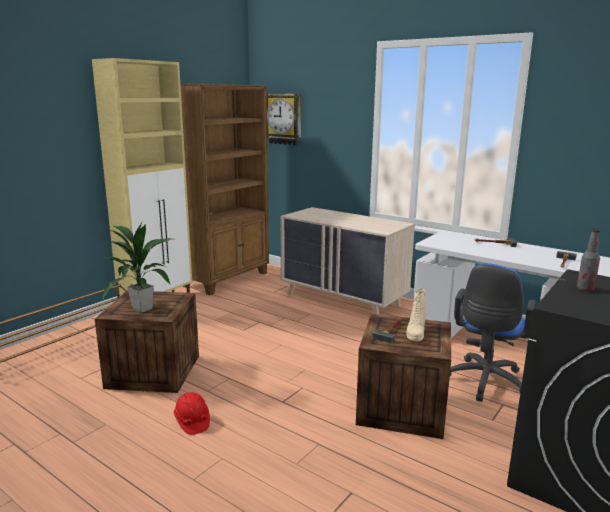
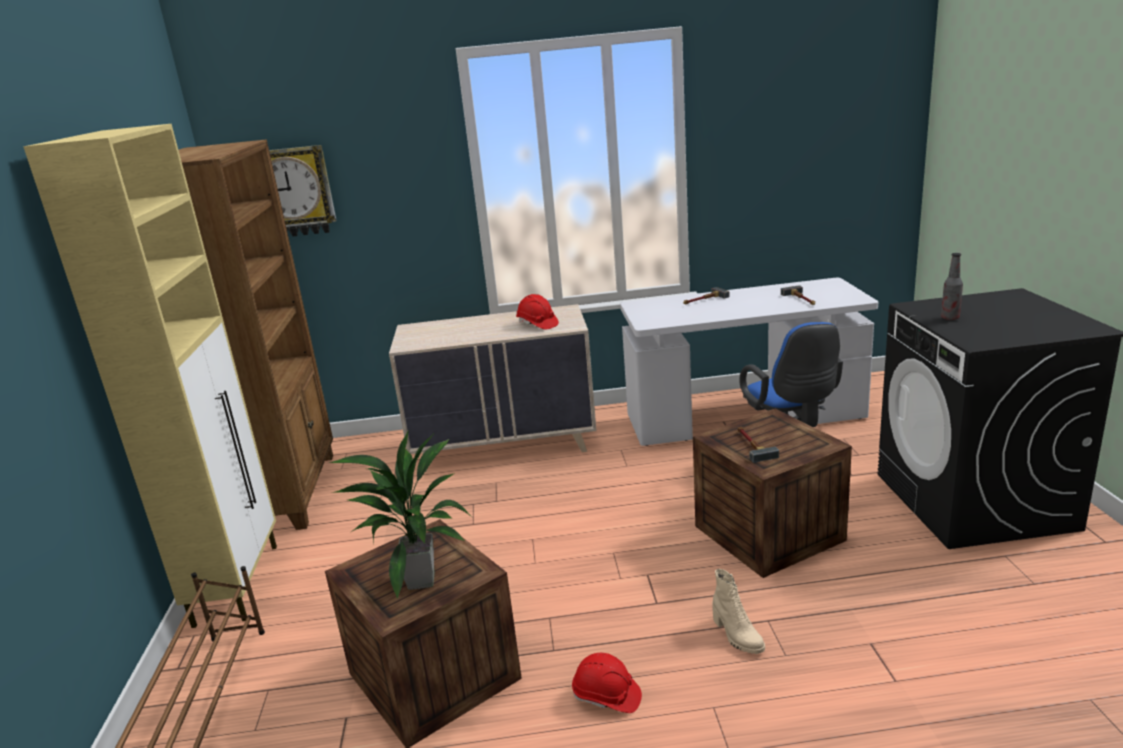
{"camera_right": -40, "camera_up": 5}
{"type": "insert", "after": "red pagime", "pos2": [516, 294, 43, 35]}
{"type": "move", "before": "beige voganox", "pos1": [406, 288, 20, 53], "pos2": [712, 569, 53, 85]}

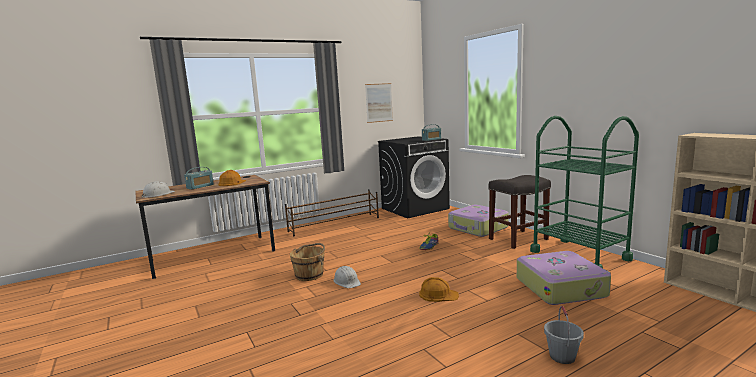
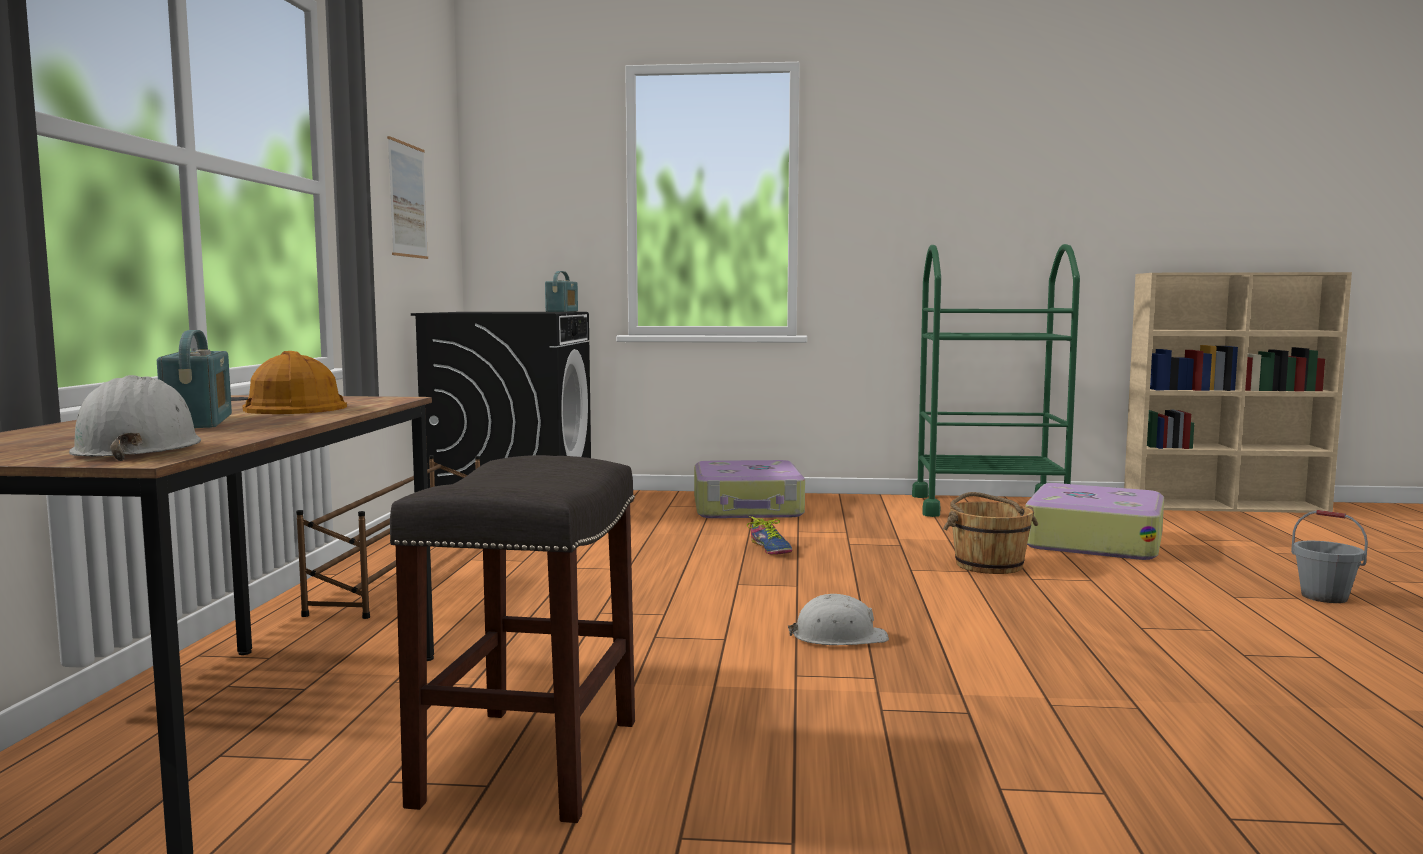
{"camera_right": -55, "camera_up": -5}
{"type": "move", "before": "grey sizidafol", "pos1": [488, 175, 63, 74], "pos2": [390, 455, 245, 368]}
{"type": "move", "before": "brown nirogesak", "pos1": [290, 243, 35, 38], "pos2": [943, 492, 96, 82]}
{"type": "delete", "before": "orange pagime", "pos1": [419, 277, 40, 25]}

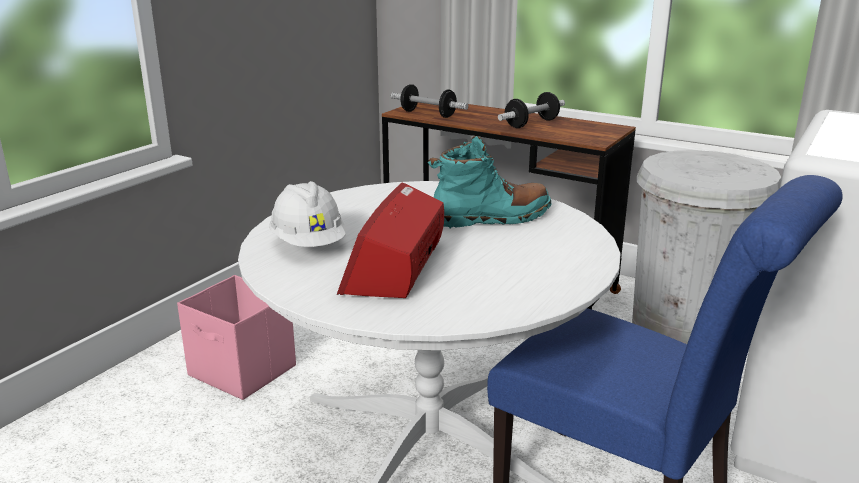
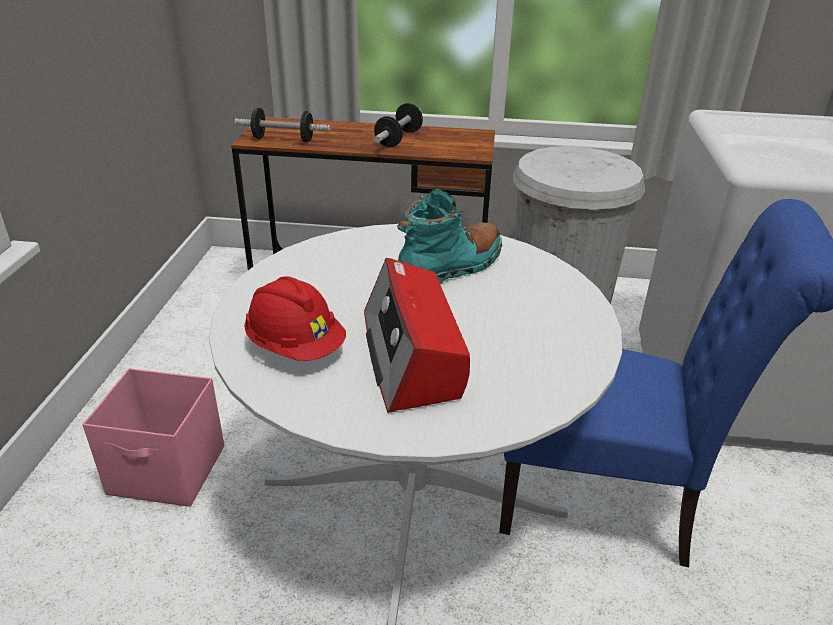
{"camera_right": -25, "camera_up": 10}
{"type": "recolor", "before": "white pagime", "after": "red pagime", "pos1": [269, 181, 77, 66], "pos2": [244, 277, 102, 84]}

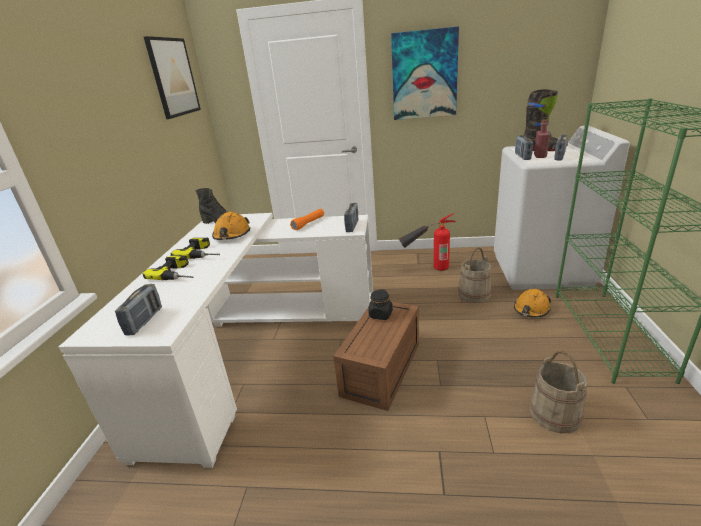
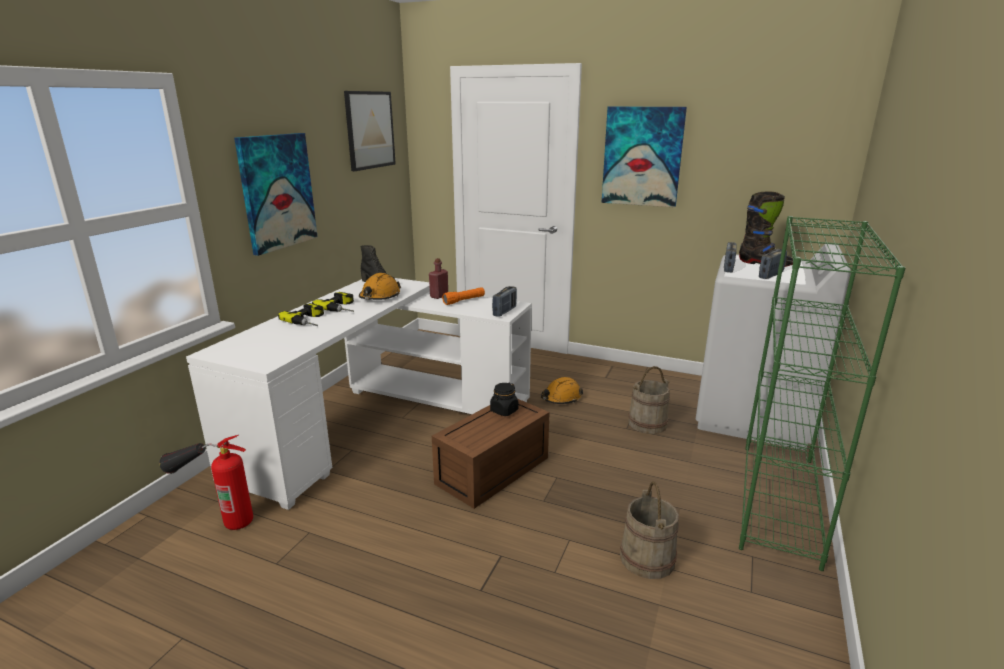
{"camera_right": 15, "camera_up": -5}
{"type": "move", "before": "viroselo", "pos1": [399, 213, 57, 58], "pos2": [159, 435, 94, 95]}
{"type": "insert", "after": "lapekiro", "pos2": [234, 133, 84, 123]}
{"type": "move", "before": "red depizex", "pos1": [534, 119, 16, 39], "pos2": [429, 258, 19, 41]}
{"type": "move", "before": "orange pagime", "pos1": [514, 289, 37, 29], "pos2": [541, 377, 42, 27]}
{"type": "delete", "before": "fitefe", "pos1": [115, 284, 47, 51]}

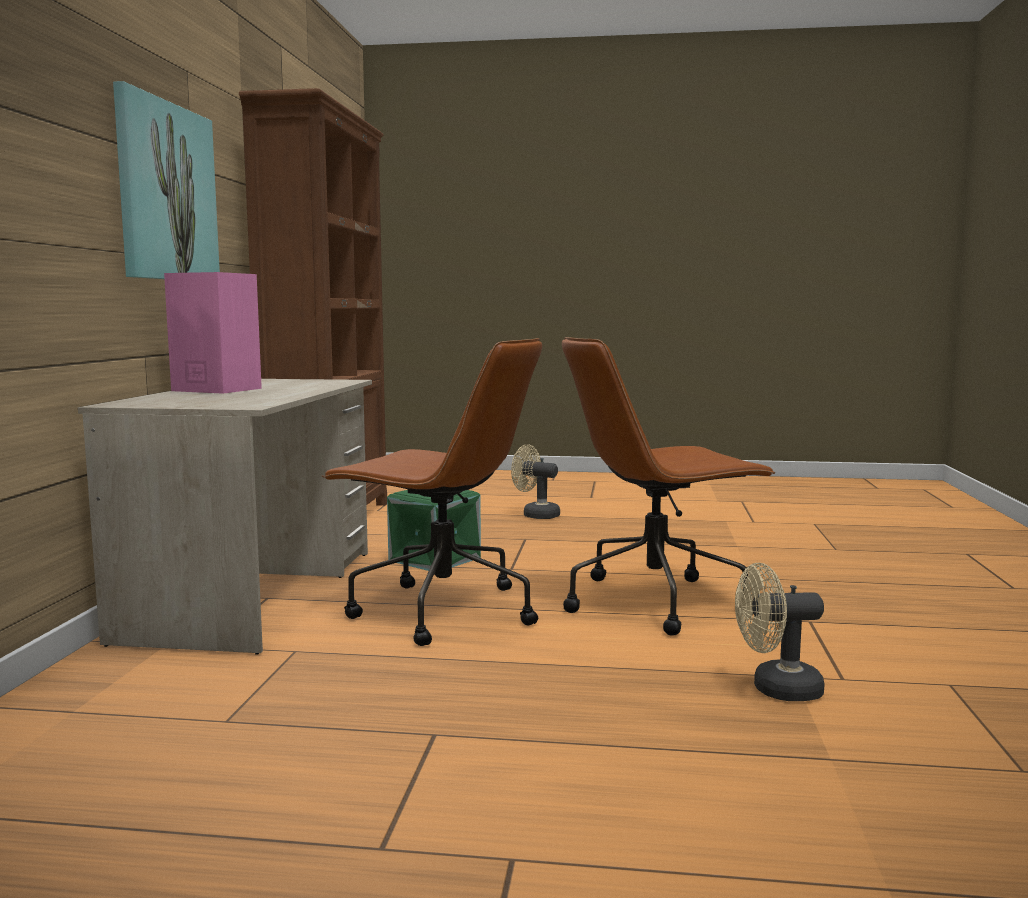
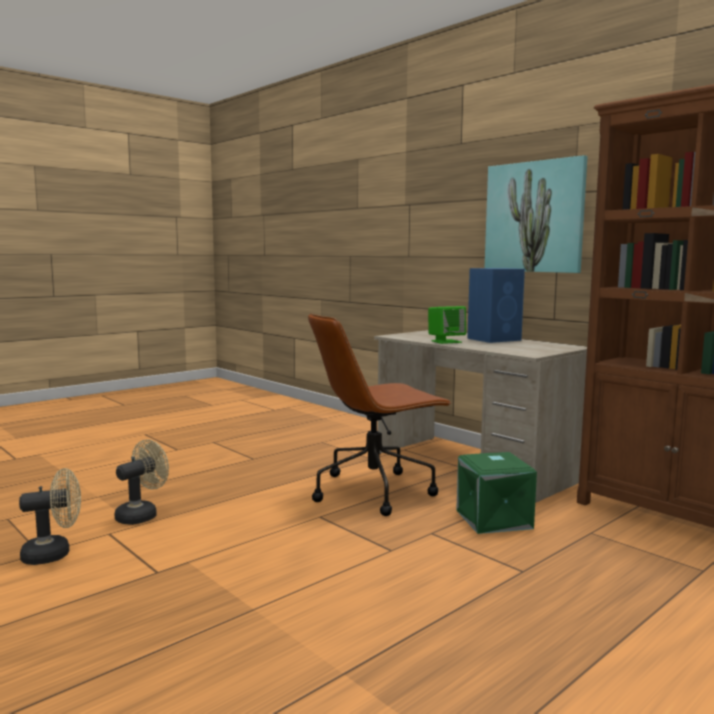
{"camera_right": 130, "camera_up": 0}
{"type": "move", "before": "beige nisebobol", "pos1": [511, 444, 49, 75], "pos2": [19, 468, 62, 97]}
{"type": "insert", "after": "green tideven", "pos2": [428, 306, 38, 38]}
{"type": "recolor", "before": "pink tideven", "after": "blue tideven", "pos1": [164, 272, 98, 122], "pos2": [467, 268, 58, 75]}
{"type": "delete", "before": "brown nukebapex", "pos1": [562, 337, 214, 299]}

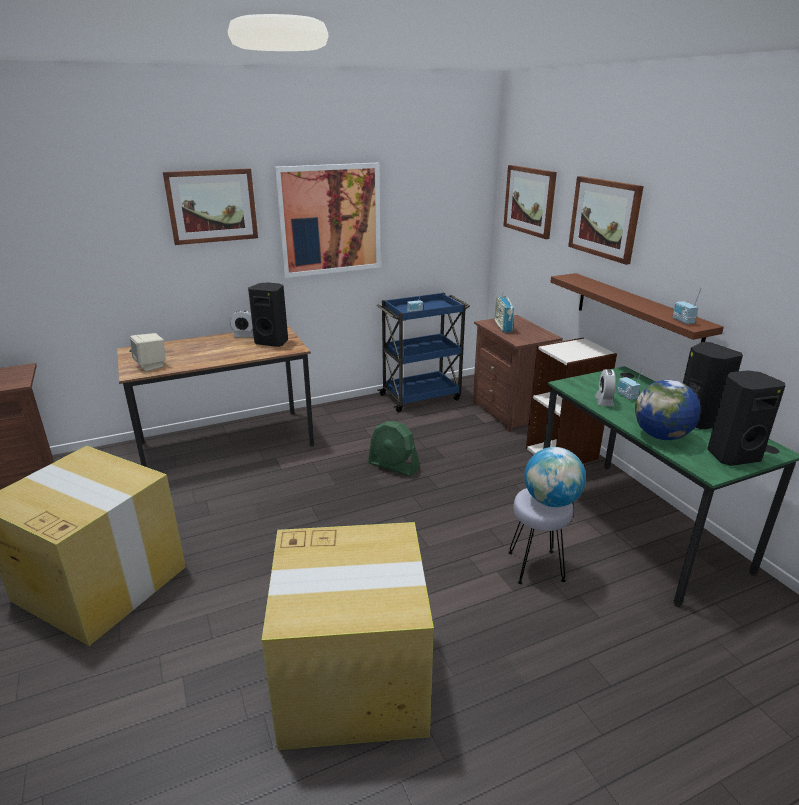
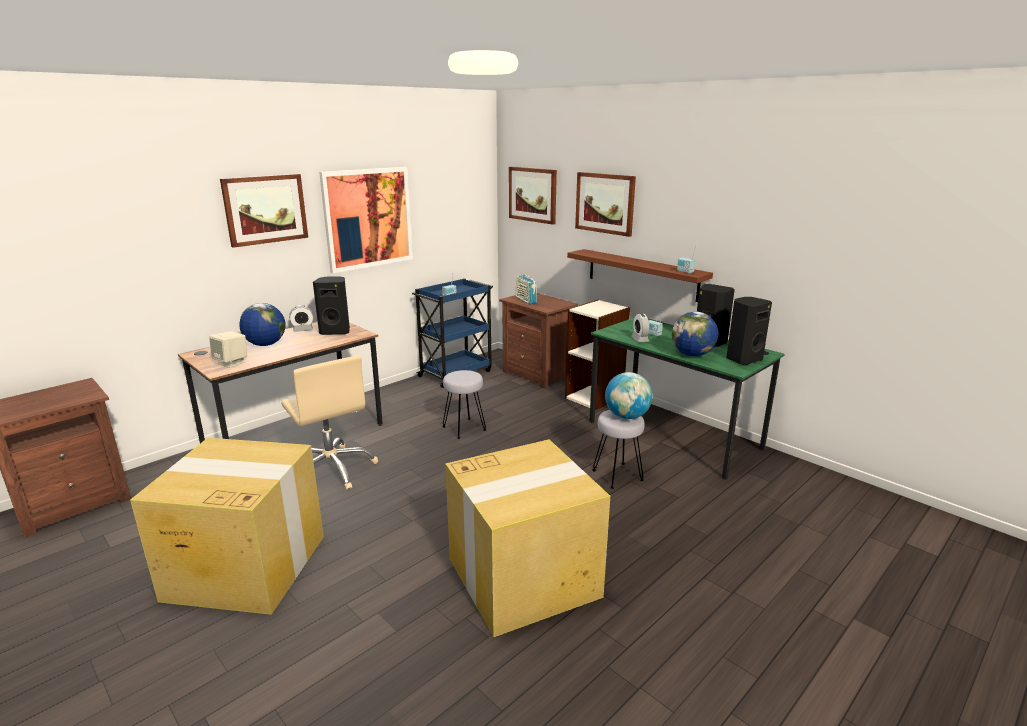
{"camera_right": -20, "camera_up": -5}
{"type": "insert", "after": "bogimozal", "pos2": [239, 303, 47, 43]}
{"type": "insert", "after": "beige nukebapex", "pos2": [281, 356, 97, 134]}
{"type": "replace", "before": "green nisebobol", "after": "grey sizidafol", "pos1": [368, 421, 52, 56], "pos2": [442, 370, 44, 69]}

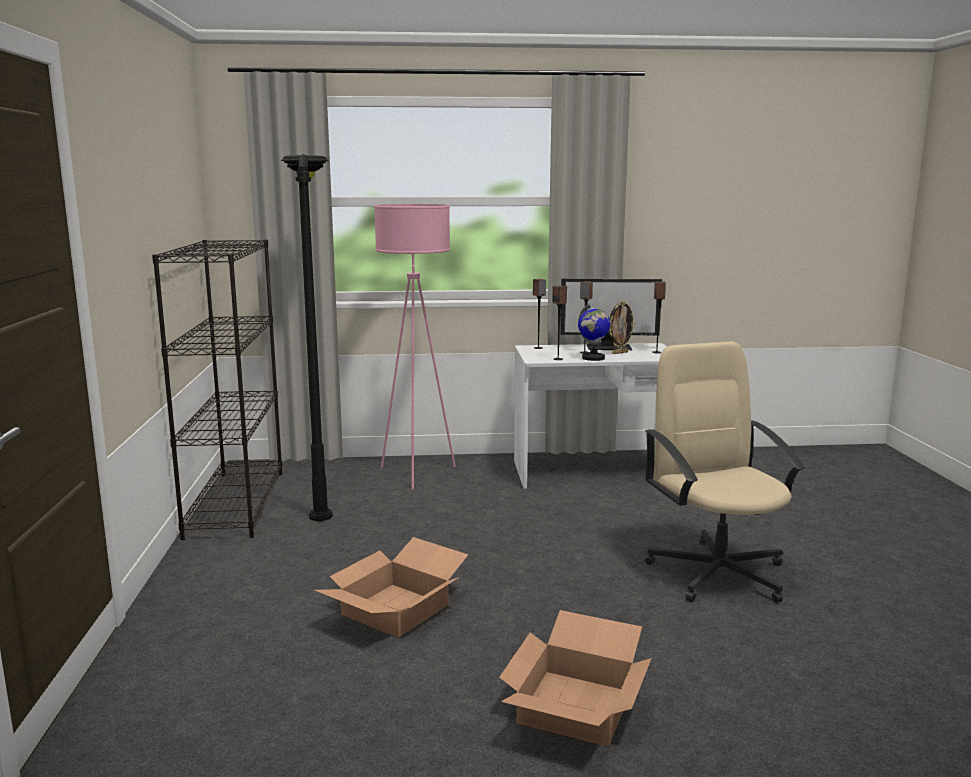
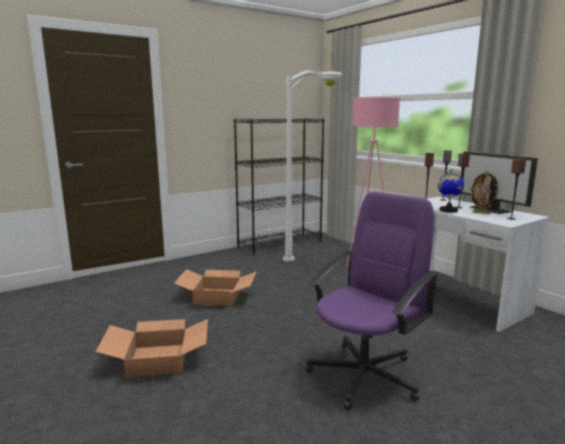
{"camera_right": 60, "camera_up": 0}
{"type": "recolor", "before": "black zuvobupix", "after": "white zuvobupix", "pos1": [281, 154, 52, 367], "pos2": [283, 70, 59, 192]}
{"type": "recolor", "before": "beige nukebapex", "after": "purple nukebapex", "pos1": [645, 341, 160, 262], "pos2": [305, 191, 134, 219]}

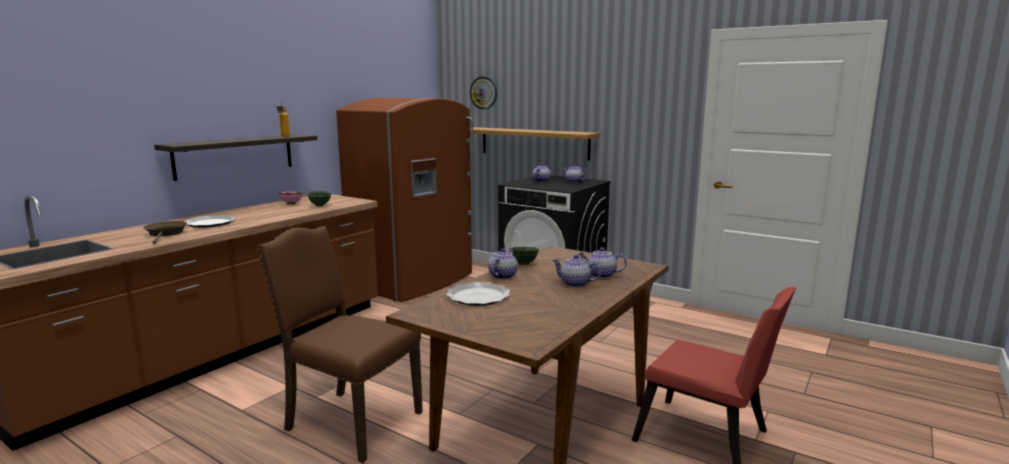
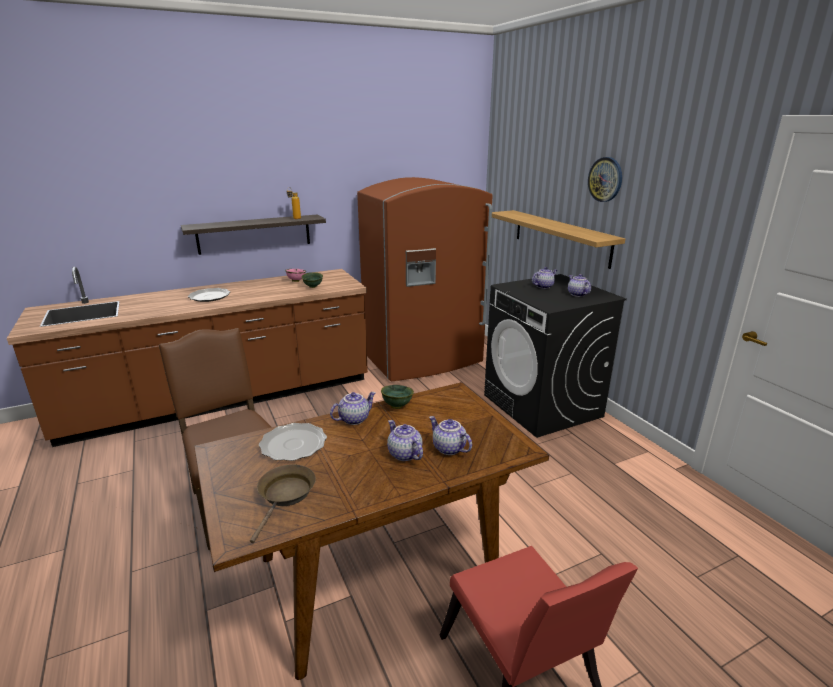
{"camera_right": 30, "camera_up": 10}
{"type": "move", "before": "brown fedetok", "pos1": [143, 221, 44, 23], "pos2": [250, 464, 66, 79]}
{"type": "move", "before": "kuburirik", "pos1": [470, 76, 27, 33], "pos2": [588, 157, 34, 45]}

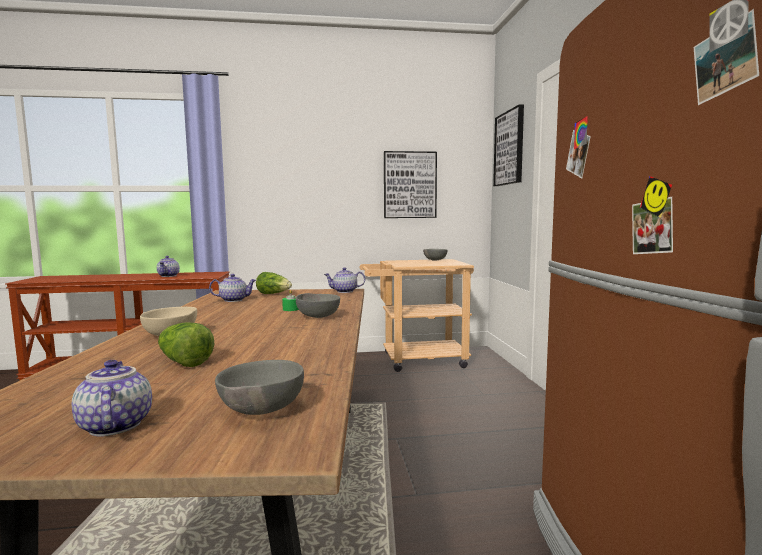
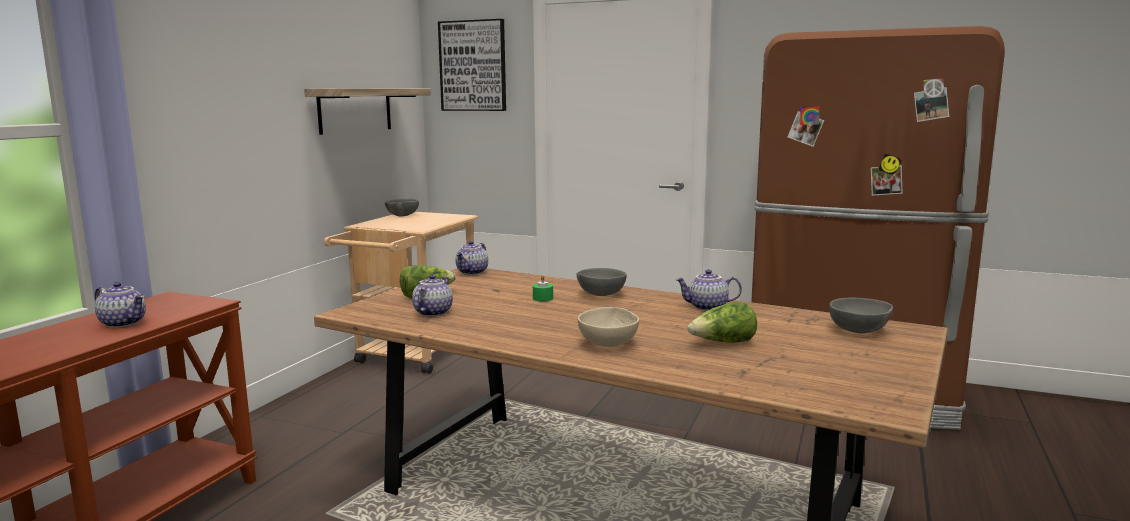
{"camera_right": -60, "camera_up": 5}
{"type": "replace", "before": "lapekiro", "after": "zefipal", "pos1": [384, 151, 53, 67], "pos2": [304, 88, 127, 47]}
{"type": "move", "before": "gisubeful", "pos1": [72, 360, 80, 77], "pos2": [675, 269, 67, 42]}

